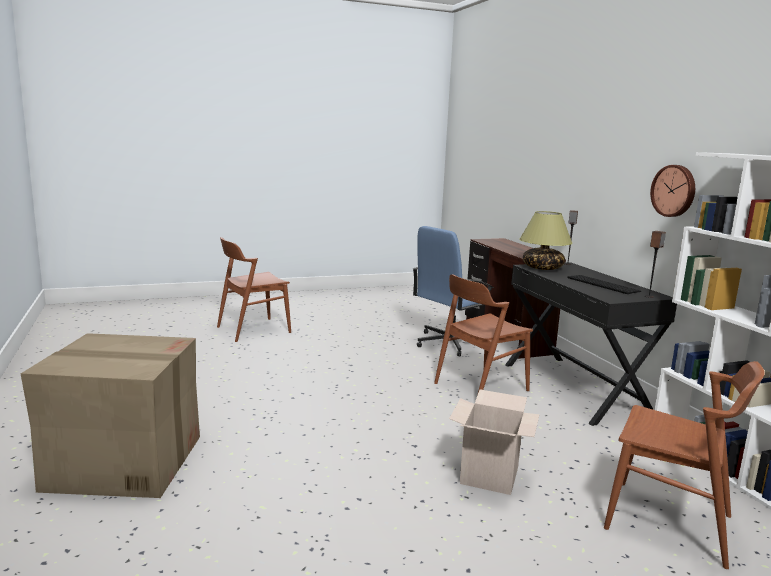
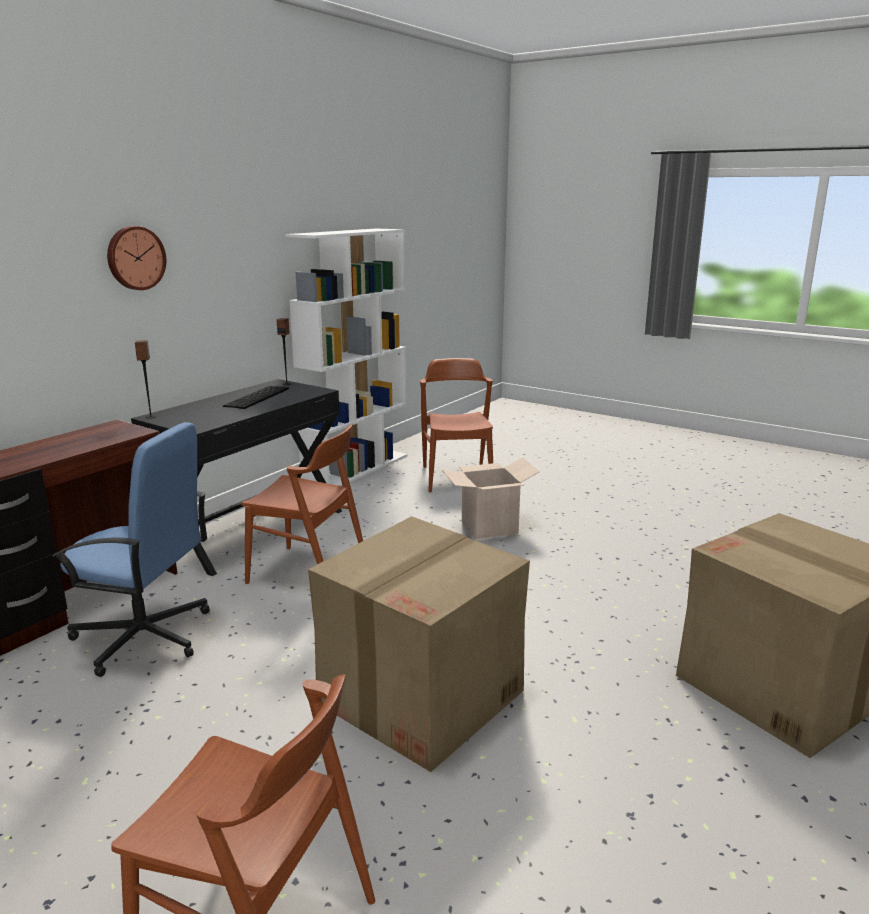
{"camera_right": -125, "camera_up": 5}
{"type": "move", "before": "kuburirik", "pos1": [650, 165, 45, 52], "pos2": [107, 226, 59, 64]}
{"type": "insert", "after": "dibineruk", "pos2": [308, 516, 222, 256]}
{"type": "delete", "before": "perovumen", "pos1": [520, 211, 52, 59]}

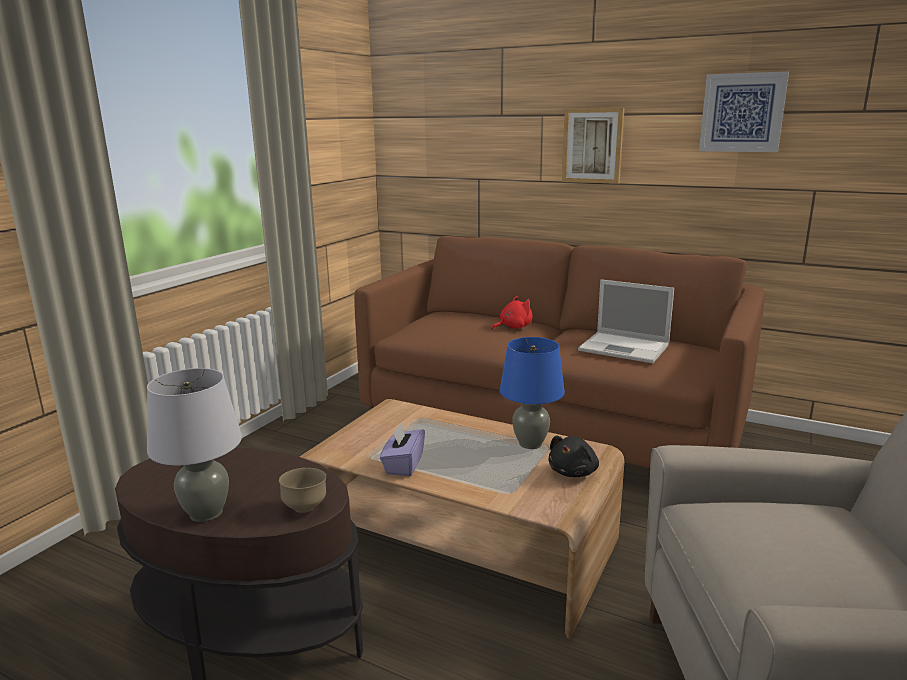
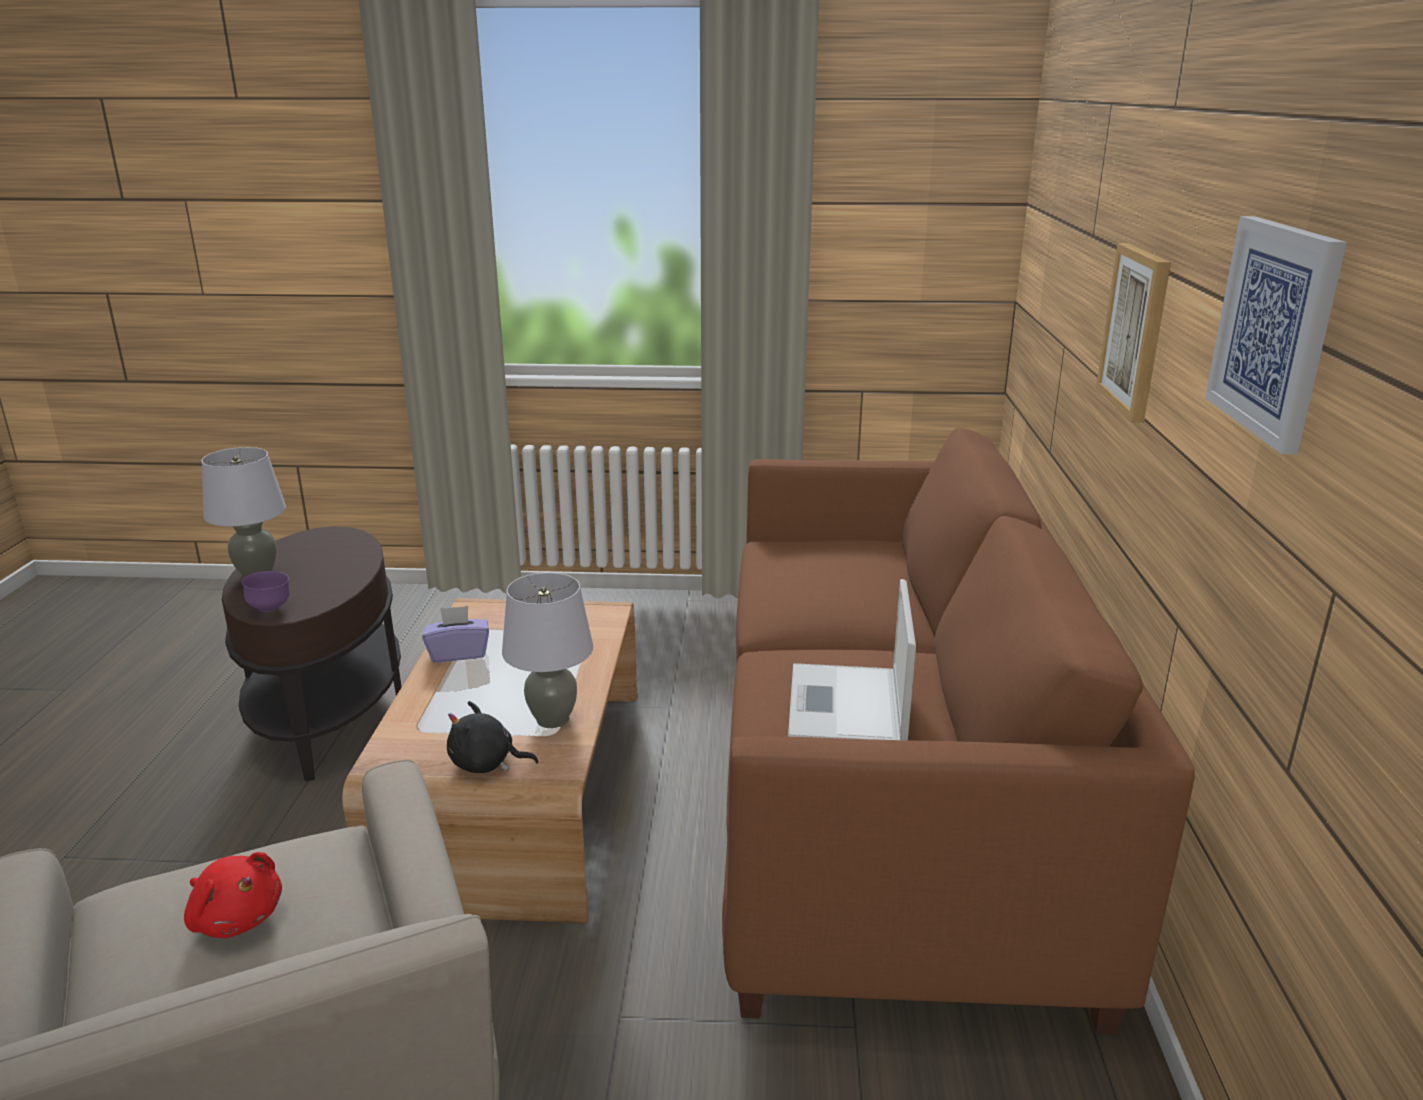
{"camera_right": 65, "camera_up": 5}
{"type": "move", "before": "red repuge", "pos1": [492, 296, 41, 34], "pos2": [184, 852, 98, 86]}
{"type": "recolor", "before": "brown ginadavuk", "after": "purple ginadavuk", "pos1": [279, 468, 47, 45], "pos2": [242, 571, 47, 41]}
{"type": "recolor", "before": "blue perovumen", "after": "grey perovumen", "pos1": [500, 337, 65, 112], "pos2": [502, 572, 91, 156]}

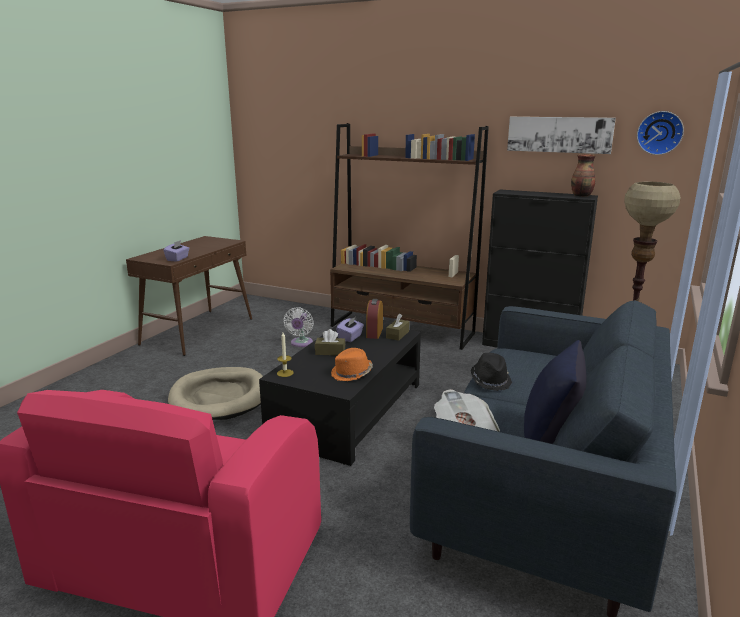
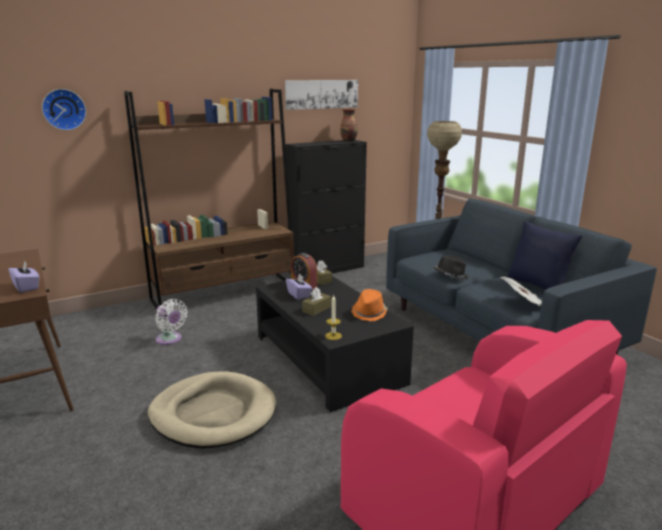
{"camera_right": -55, "camera_up": 0}
{"type": "move", "before": "kuburirik", "pos1": [637, 111, 47, 44], "pos2": [42, 89, 44, 41]}

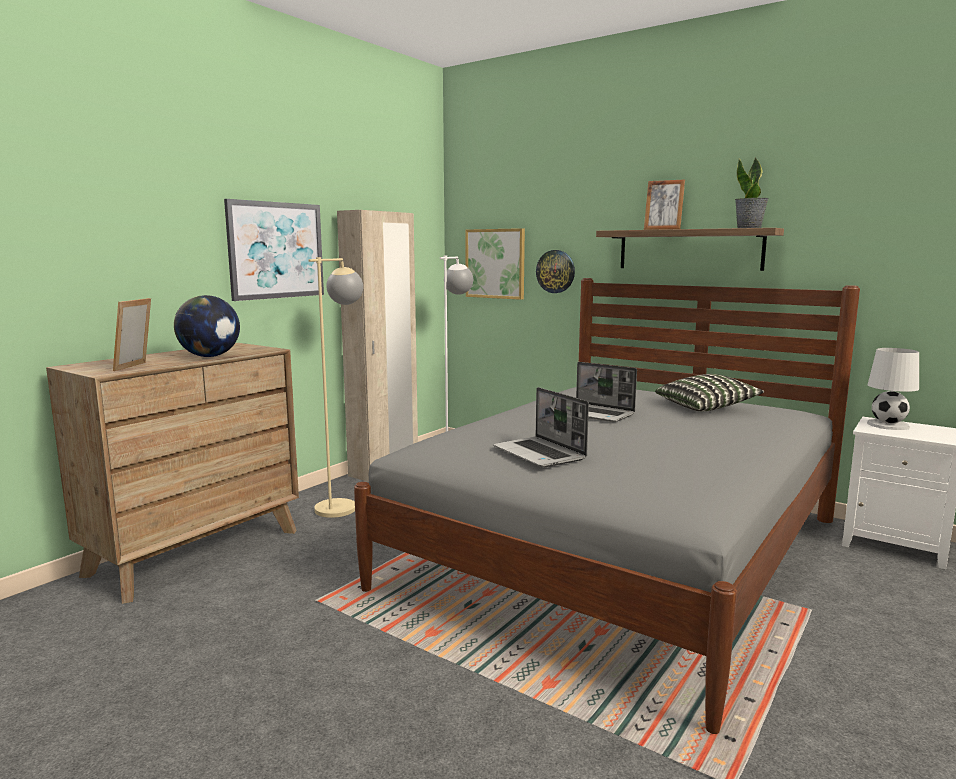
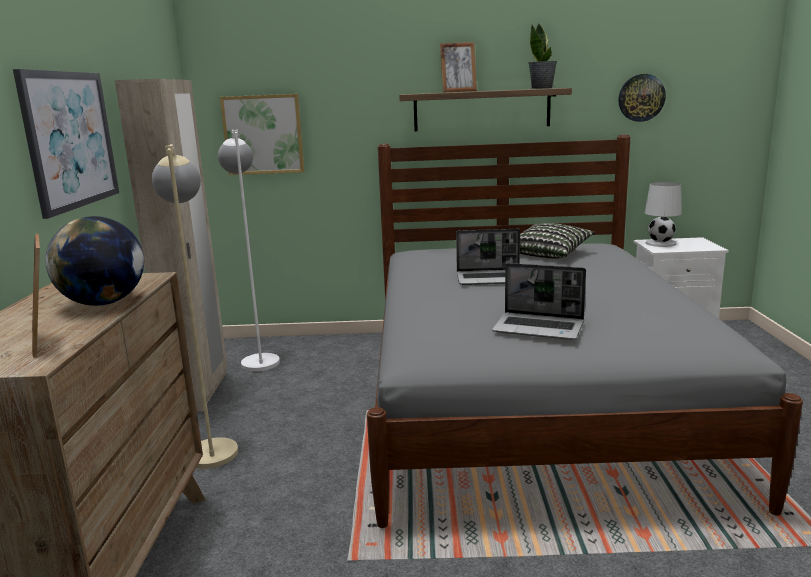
{"camera_right": -35, "camera_up": 5}
{"type": "move", "before": "kuburirik", "pos1": [536, 250, 39, 43], "pos2": [619, 74, 47, 48]}

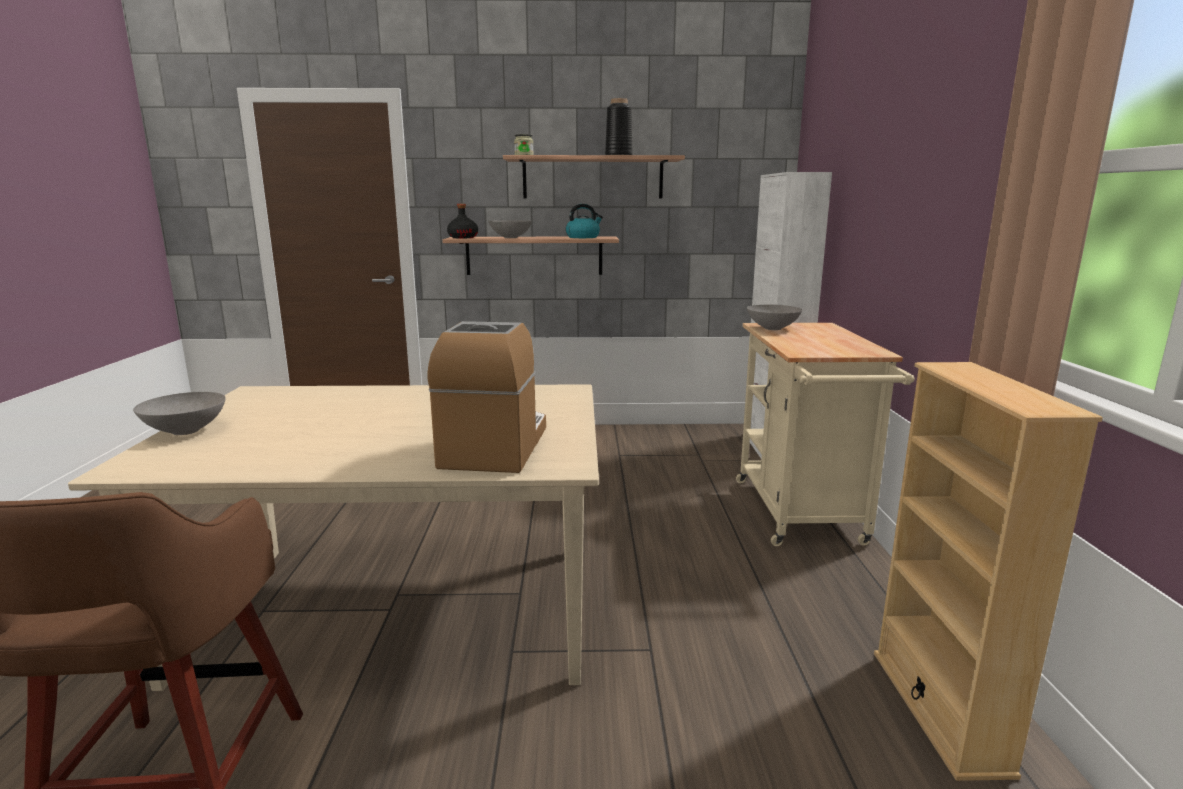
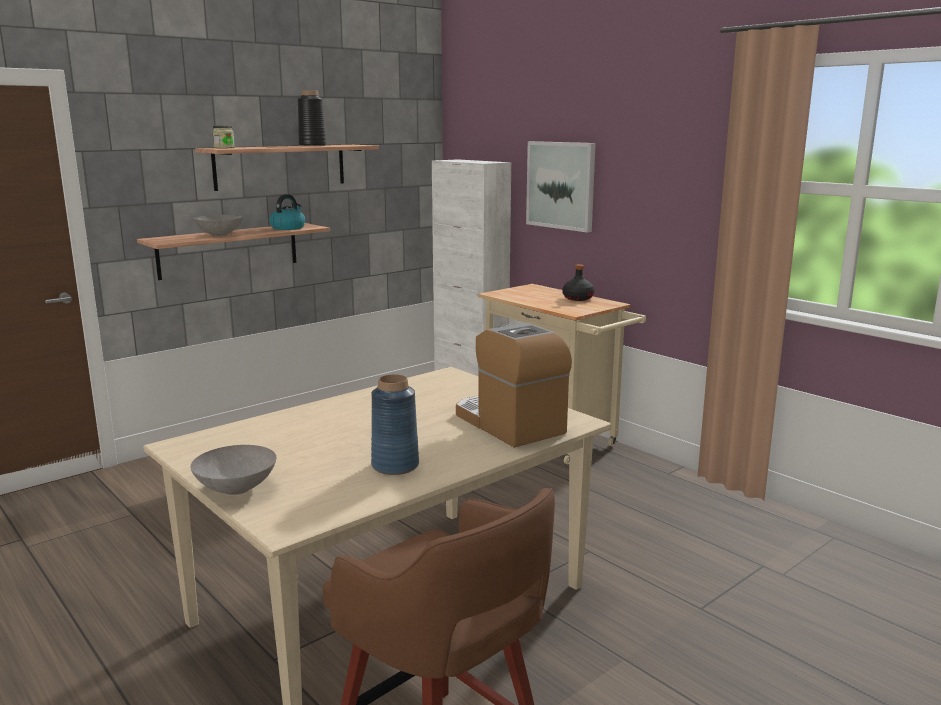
{"camera_right": -40, "camera_up": 0}
{"type": "insert", "after": "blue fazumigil", "pos2": [371, 374, 48, 101]}
{"type": "insert", "after": "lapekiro", "pos2": [526, 141, 70, 91]}
{"type": "move", "before": "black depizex", "pos1": [447, 204, 31, 34], "pos2": [563, 264, 31, 37]}
{"type": "delete", "before": "grey ginadavuk", "pos1": [747, 305, 55, 25]}
{"type": "delete", "before": "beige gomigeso", "pos1": [874, 362, 229, 419]}

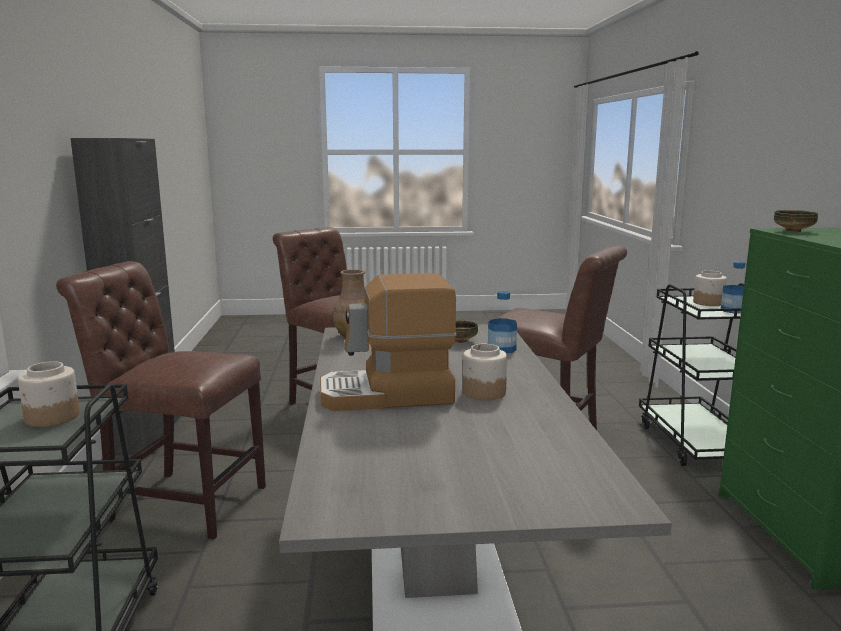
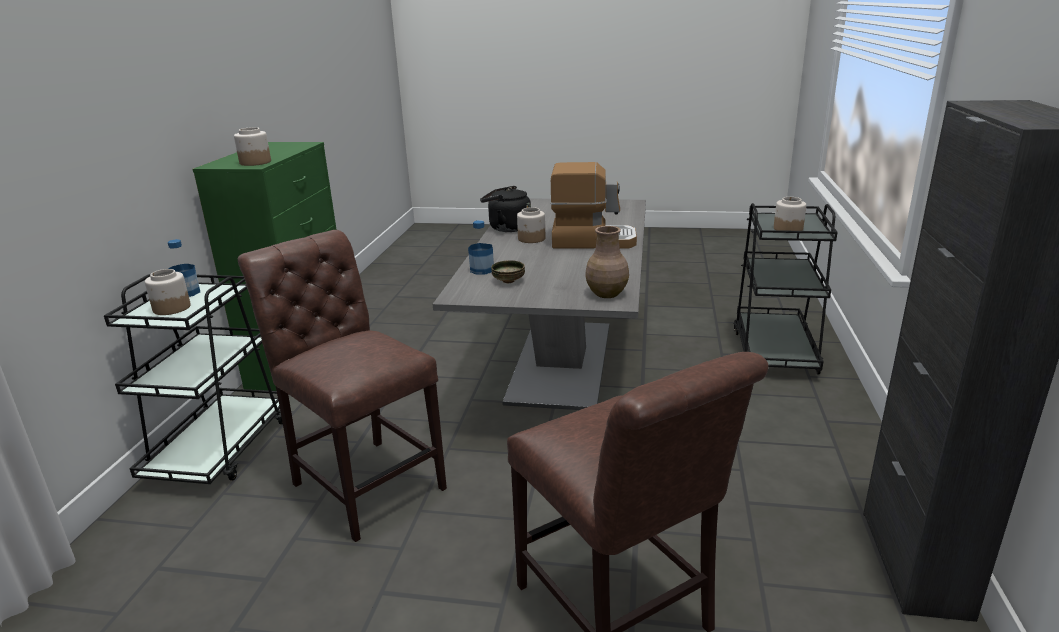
{"camera_right": -165, "camera_up": 10}
{"type": "replace", "before": "ginadavuk", "after": "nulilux", "pos1": [774, 210, 44, 22], "pos2": [234, 127, 37, 39]}
{"type": "insert", "after": "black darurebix", "pos2": [480, 186, 51, 46]}
{"type": "delete", "before": "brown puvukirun", "pos1": [56, 261, 210, 279]}

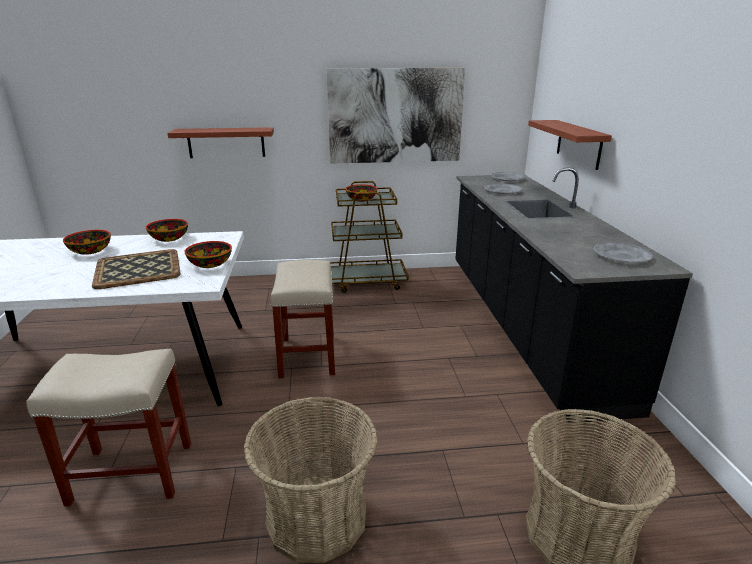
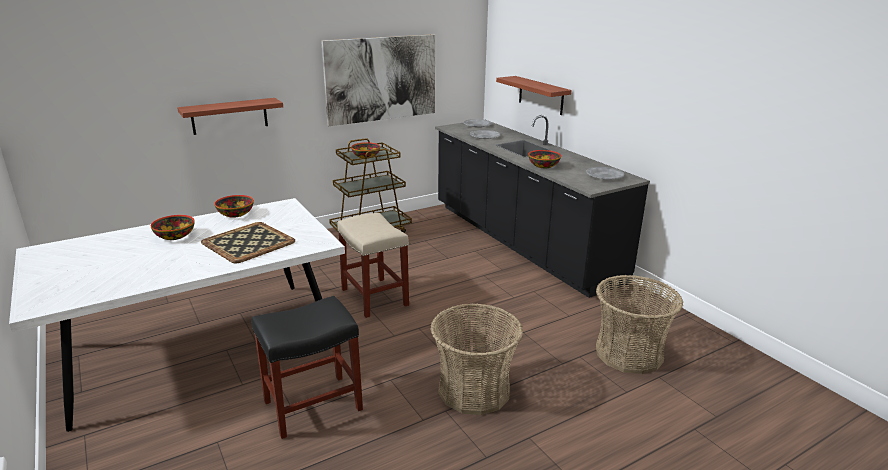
{"camera_right": -25, "camera_up": 0}
{"type": "recolor", "before": "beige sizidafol", "after": "black sizidafol", "pos1": [26, 349, 165, 157], "pos2": [251, 296, 112, 143]}
{"type": "move", "before": "ginadavuk", "pos1": [184, 241, 48, 27], "pos2": [528, 150, 33, 18]}

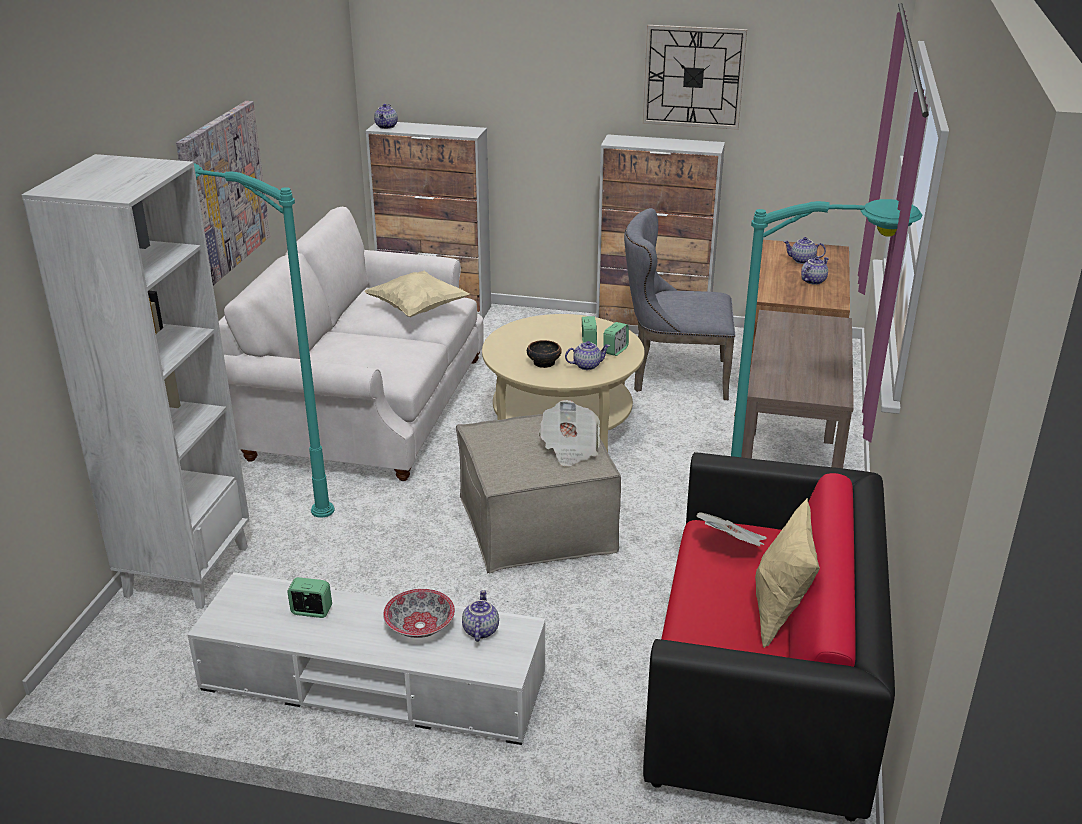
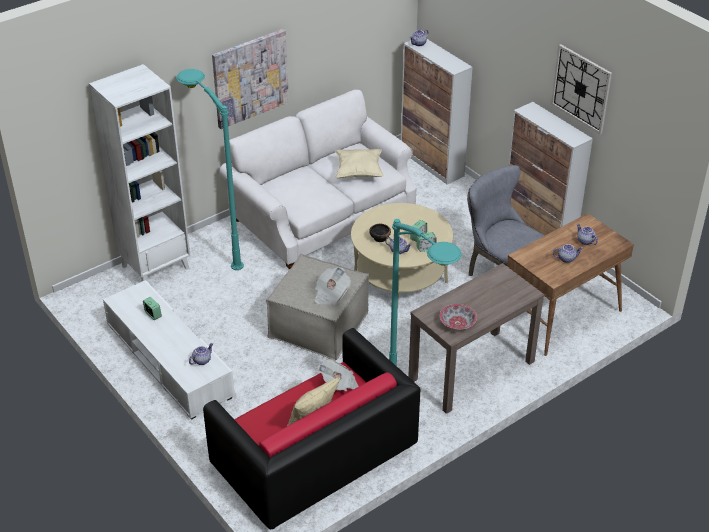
{"camera_right": 40, "camera_up": 10}
{"type": "move", "before": "ginadavuk", "pos1": [383, 589, 72, 49], "pos2": [440, 304, 37, 26]}

